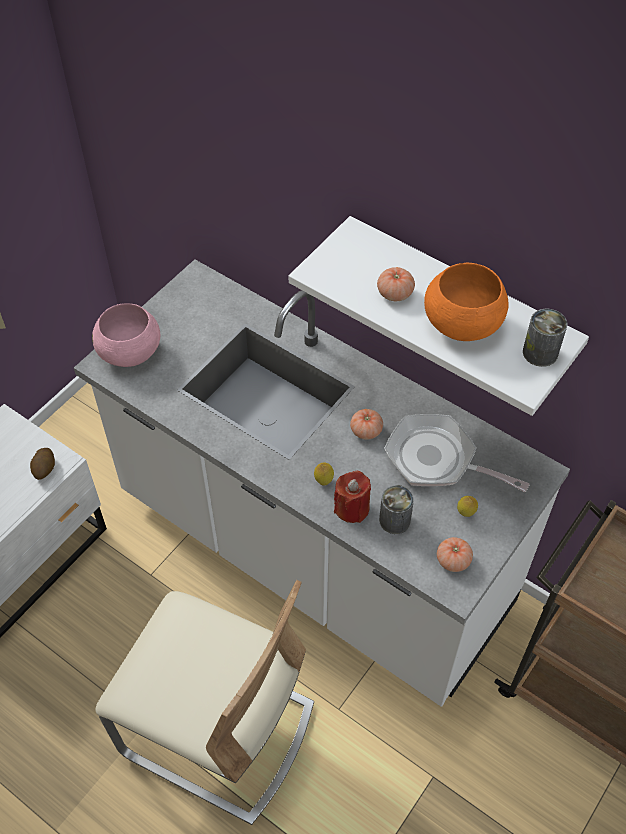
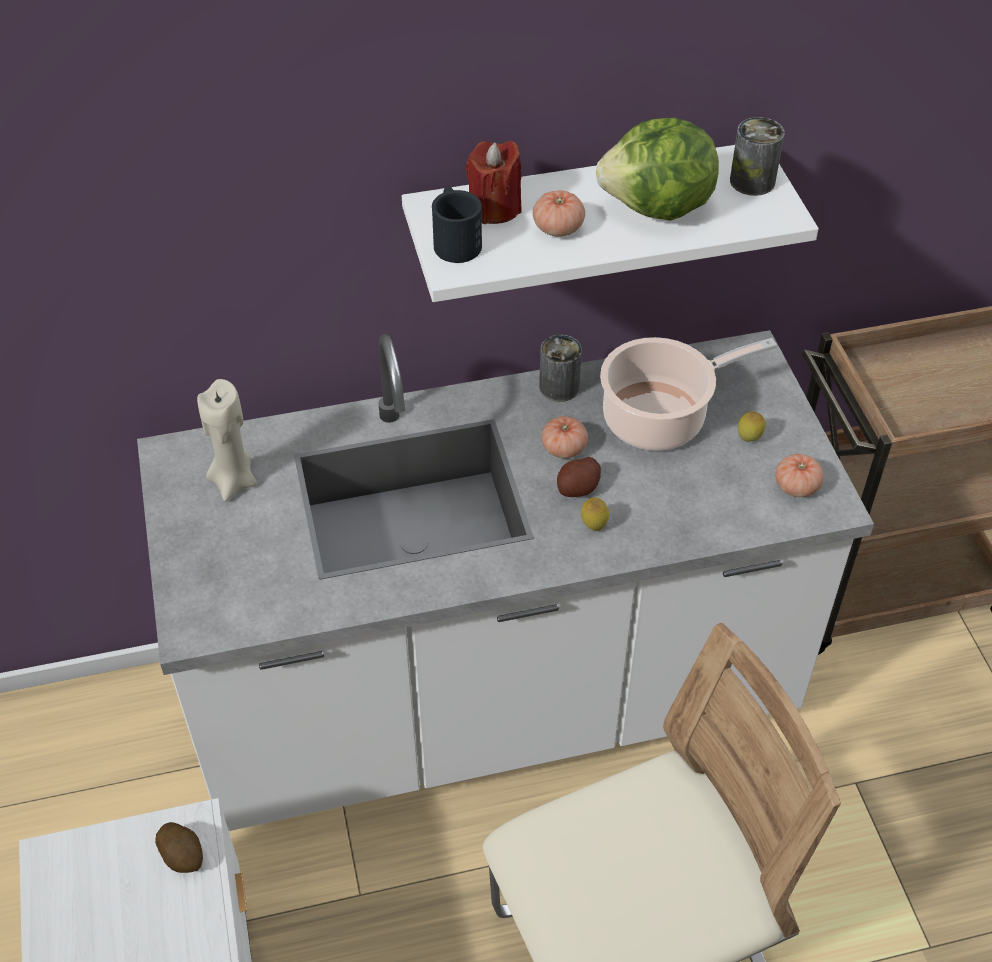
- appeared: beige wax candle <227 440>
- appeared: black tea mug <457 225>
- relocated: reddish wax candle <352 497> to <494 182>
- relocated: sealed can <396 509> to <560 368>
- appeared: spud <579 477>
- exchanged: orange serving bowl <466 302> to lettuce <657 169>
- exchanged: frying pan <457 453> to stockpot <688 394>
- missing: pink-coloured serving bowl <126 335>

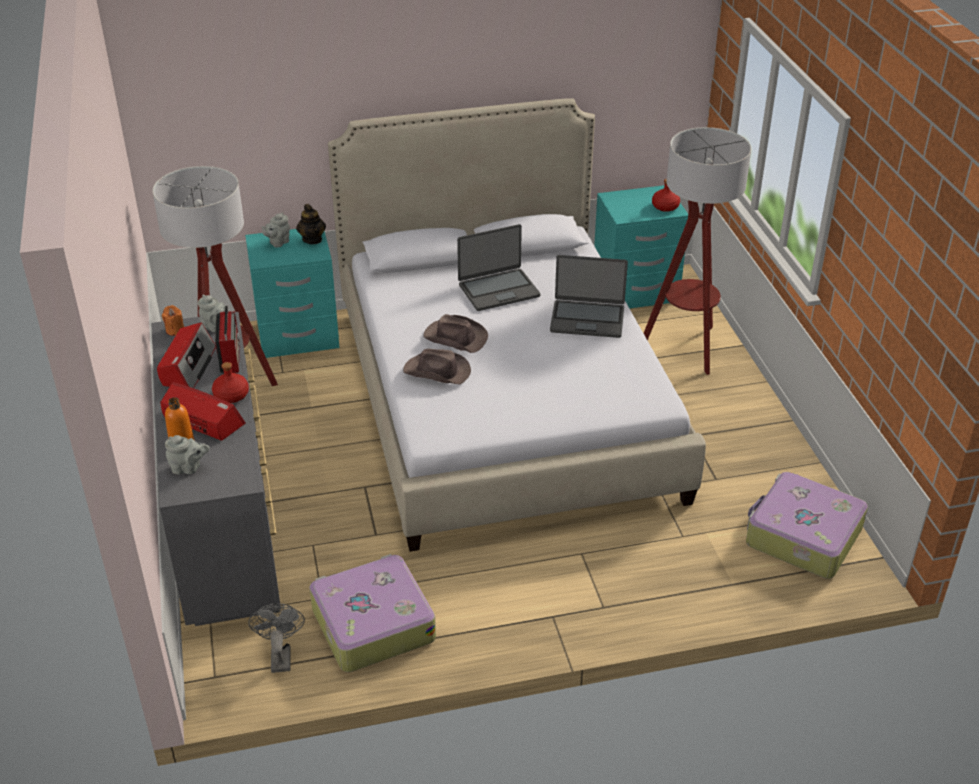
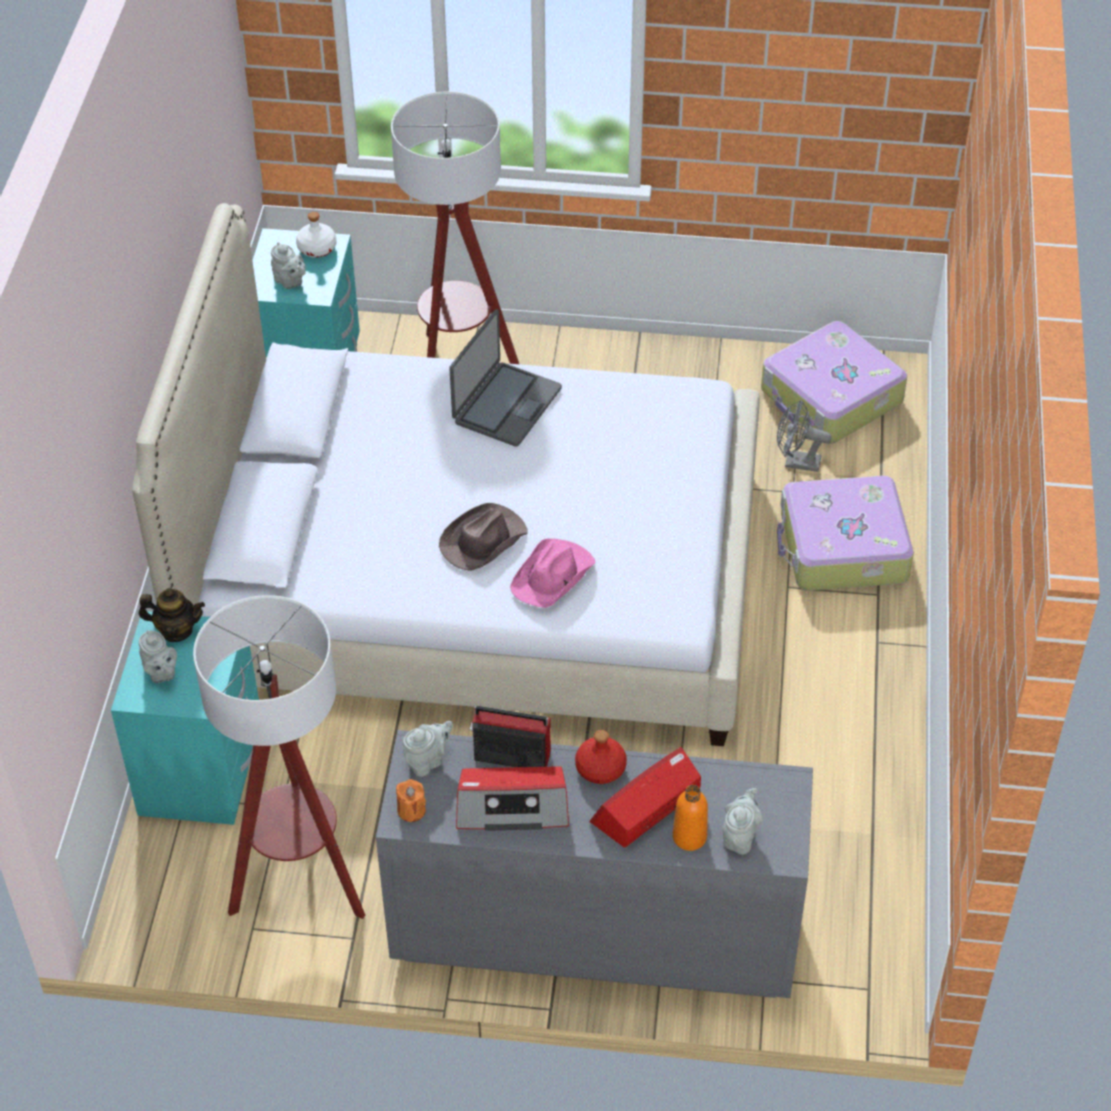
- appeared: grey pot for tea <288 265>
- colour: reddish drink bottle <666 195> to white drink bottle <316 235>
- spun: radio receiver <186 355> = <512 798> 150 degrees clockwise
- colour: brown clothing hat <437 367> to pink-coloured clothing hat <552 573>
- relocated: grey fan <276 638> to <804 436>
- relocated: travel case <372 613> to <845 533>
- missing: portable computer <498 267>

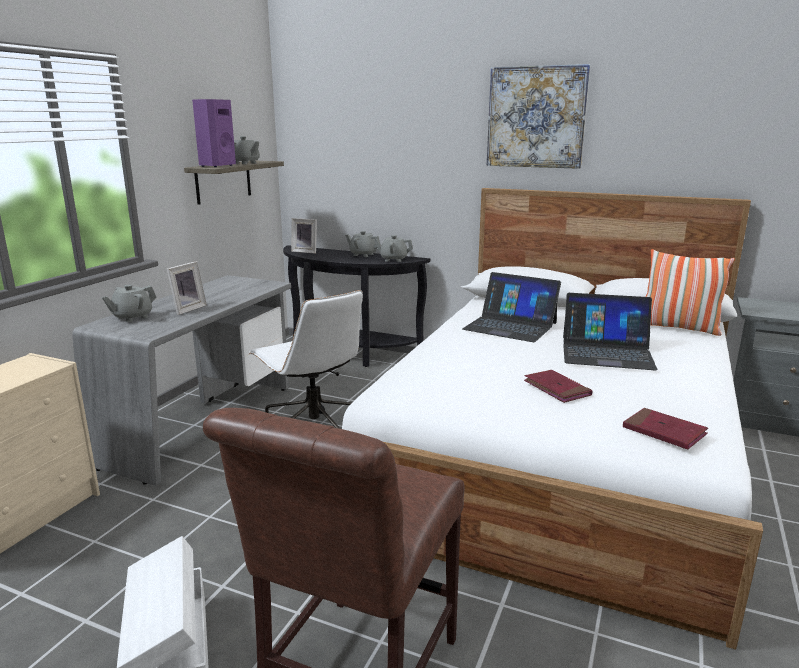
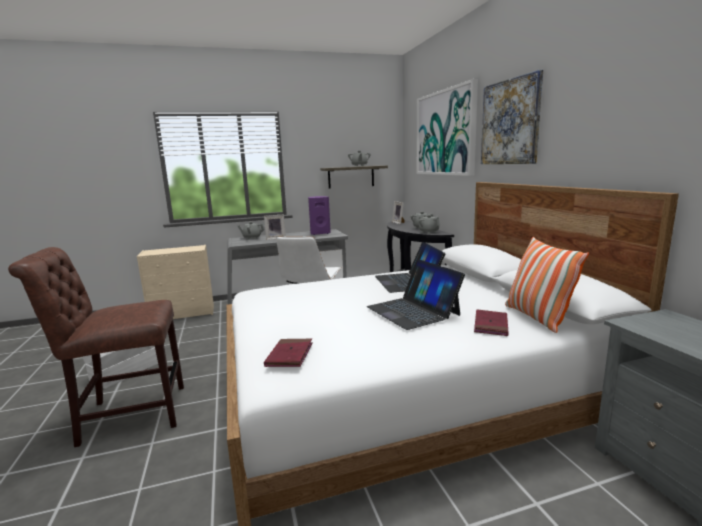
- relocated: purple-coloured loudspeaker <214 133> to <319 215>
- appeared: wall picture <447 127>
- relocated: reddish book <558 386> to <491 322>

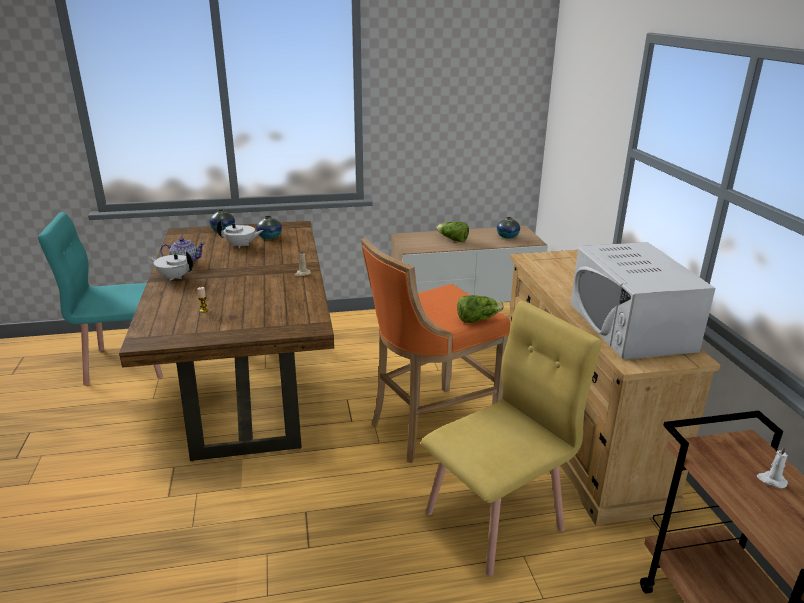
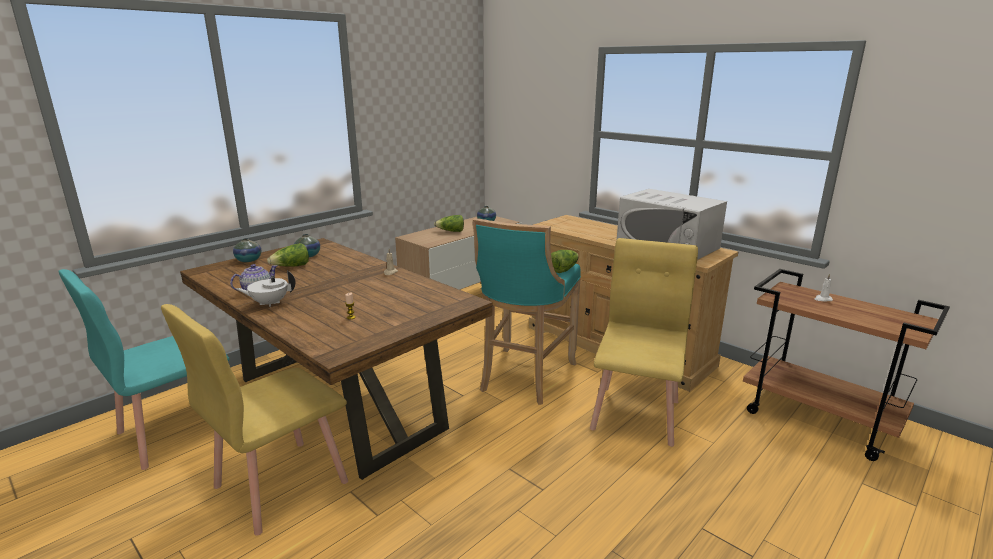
- appeared: yellow-coloured chair <254 420>
- exchanged: white pot for tea <240 234> to lettuce <288 255>
- colour: orange stool <435 350> to turquoise stool <527 311>

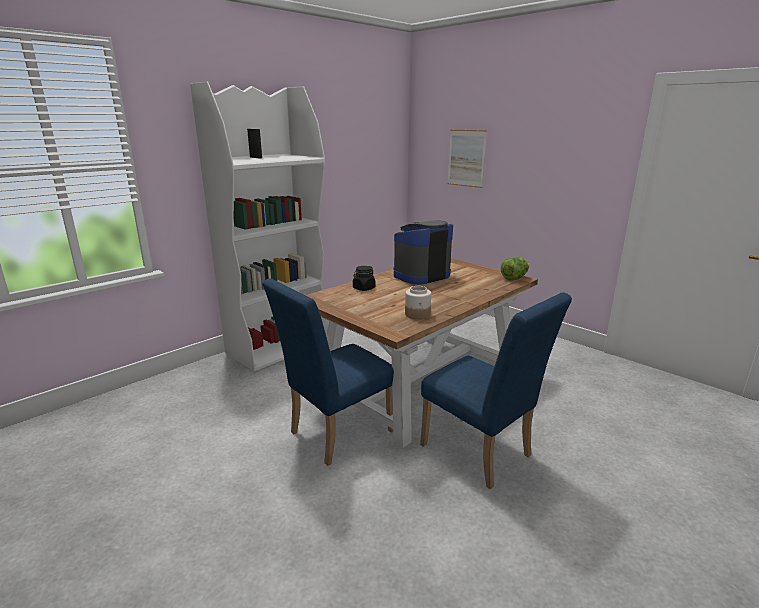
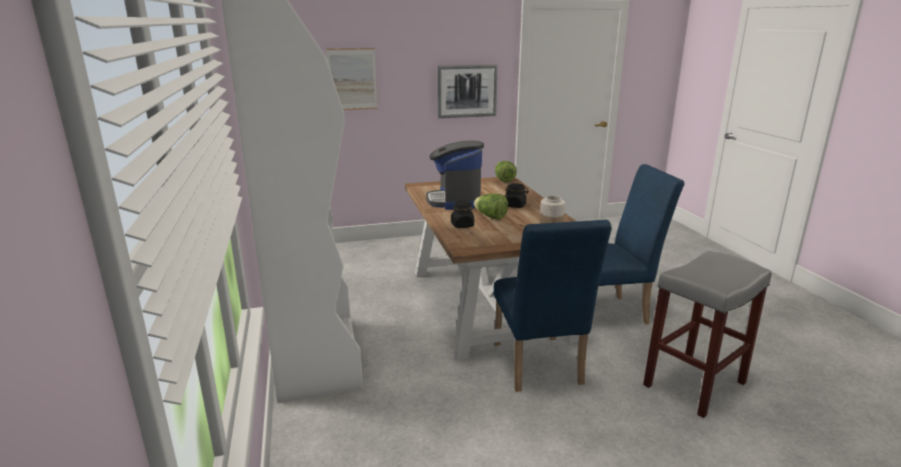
- appeared: wall picture <467 91>
- appeared: lettuce <491 207>
- appeared: black preserve jar <517 195>
- appeared: grey stool <707 334>

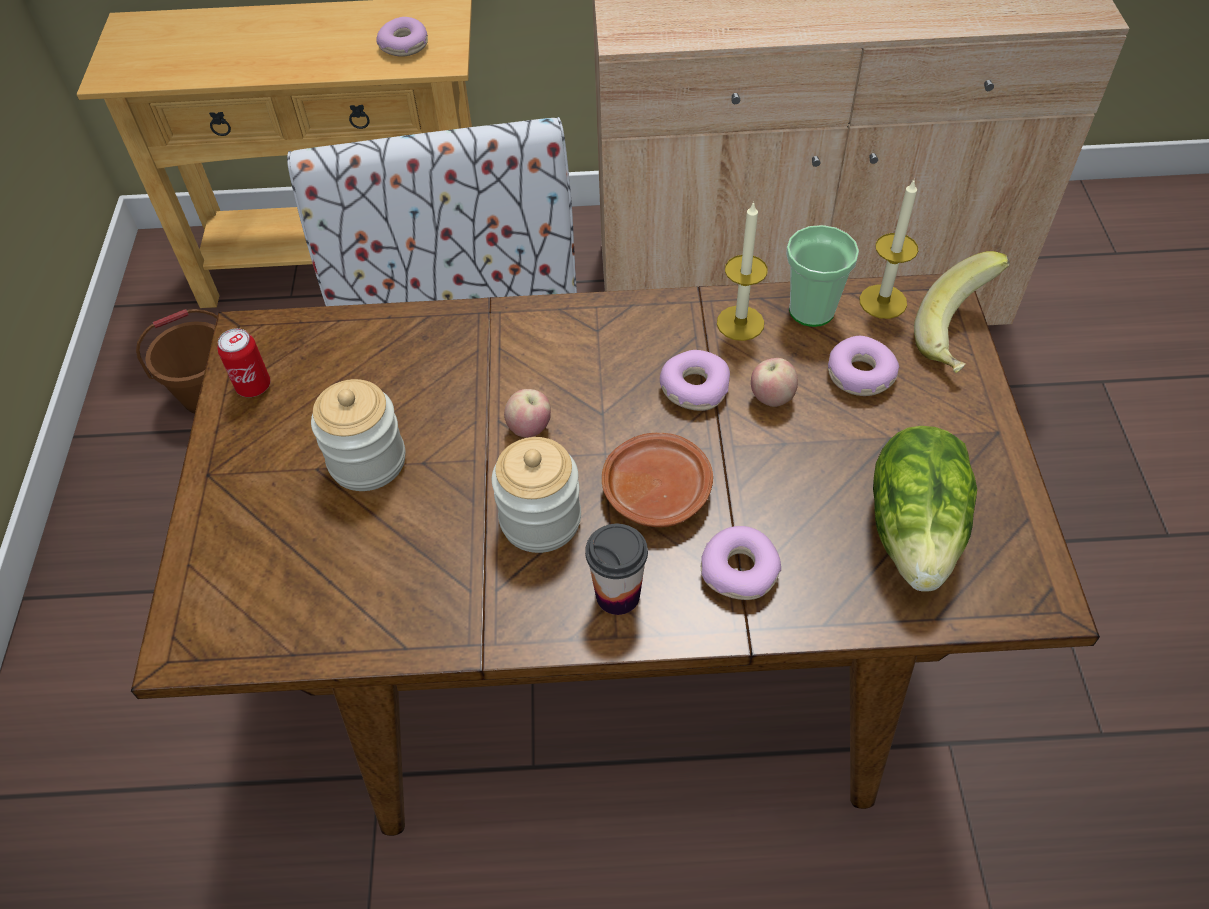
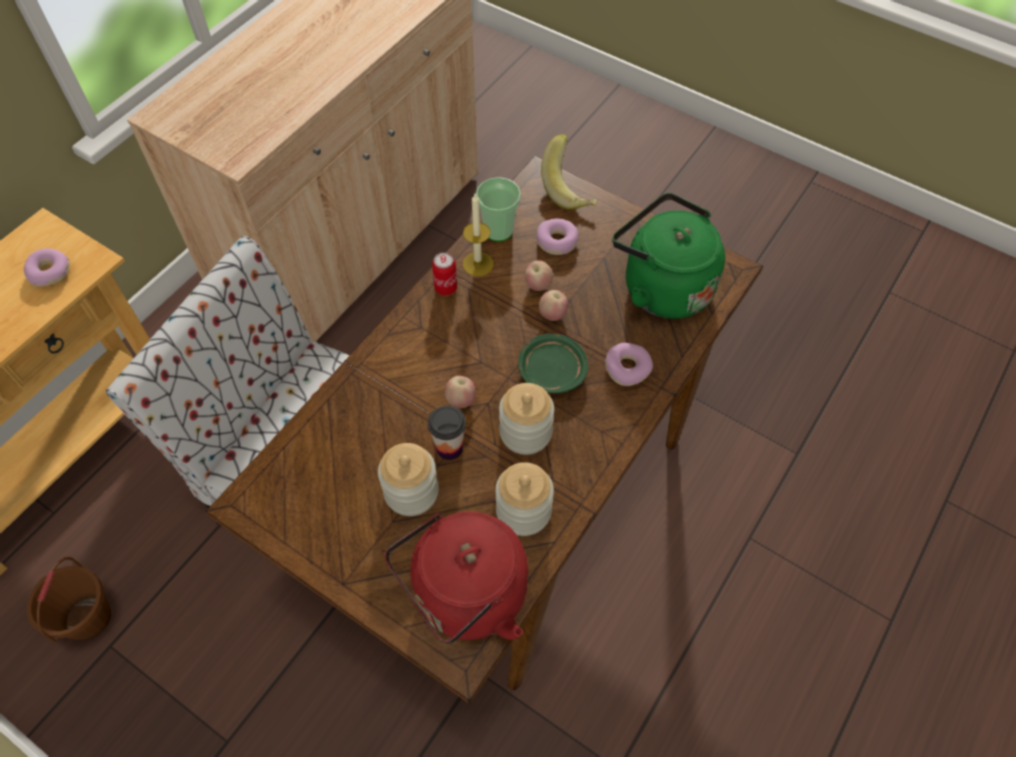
- appeared: reddish tea kettle <456 577>
- relocated: cup <616 569> to <447 433>
- relocated: sealed can <243 362> to <444 274>
- appeared: preserve jar <524 499>
- colour: brown flat dish <657 480> to green flat dish <553 364>
- appeared: apple fruit <553 305>
- exchanged: lettuce <925 509> to green tea kettle <668 256>
- missing: doughnut <695 380>
- missing: wax candle <888 249>

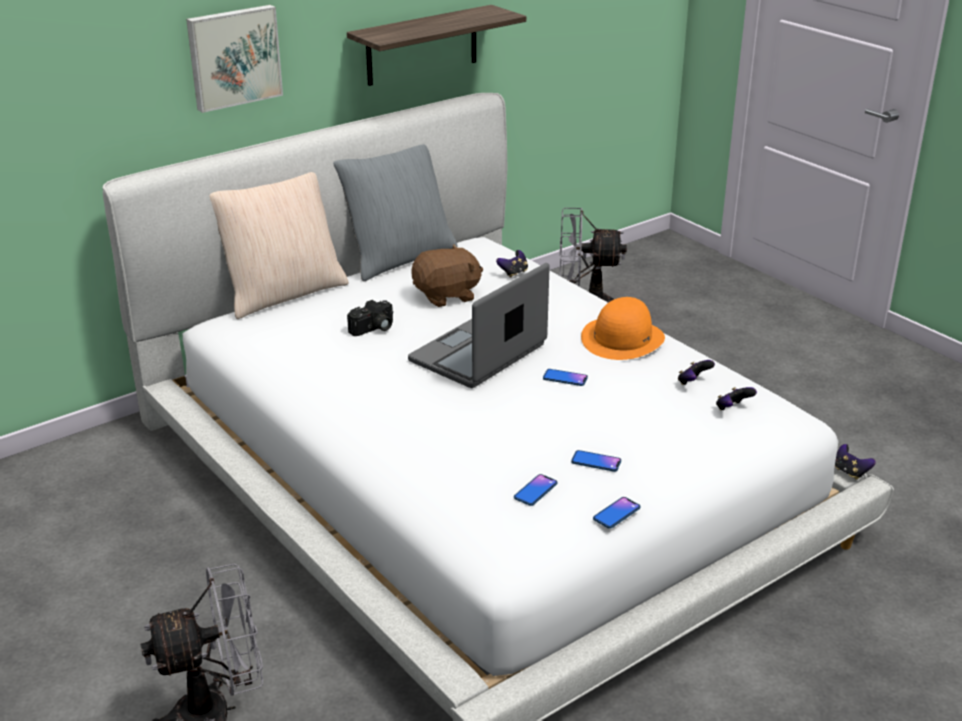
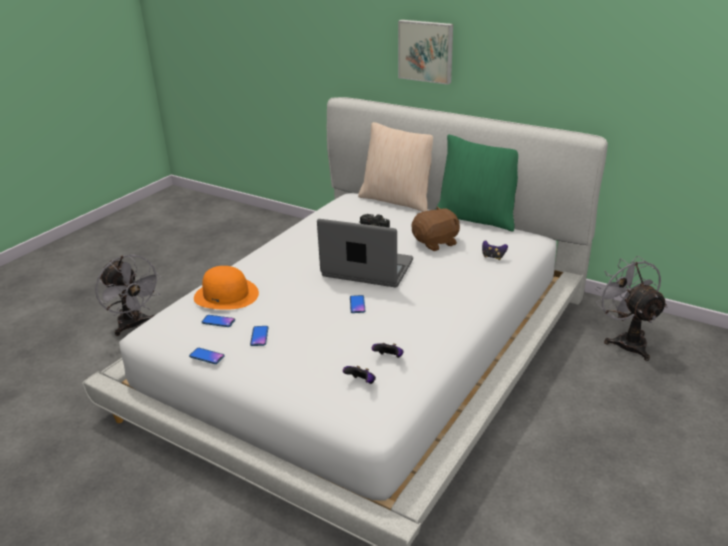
- relocated: orange clothing hat <623 328> to <226 288>
- spun: brown soft toy <447 275> = <436 229> 75 degrees counterclockwise
- colour: grey throw pillow <395 213> to green throw pillow <476 183>
- missing: shelf <436 45>
- missing: joypad <855 462>

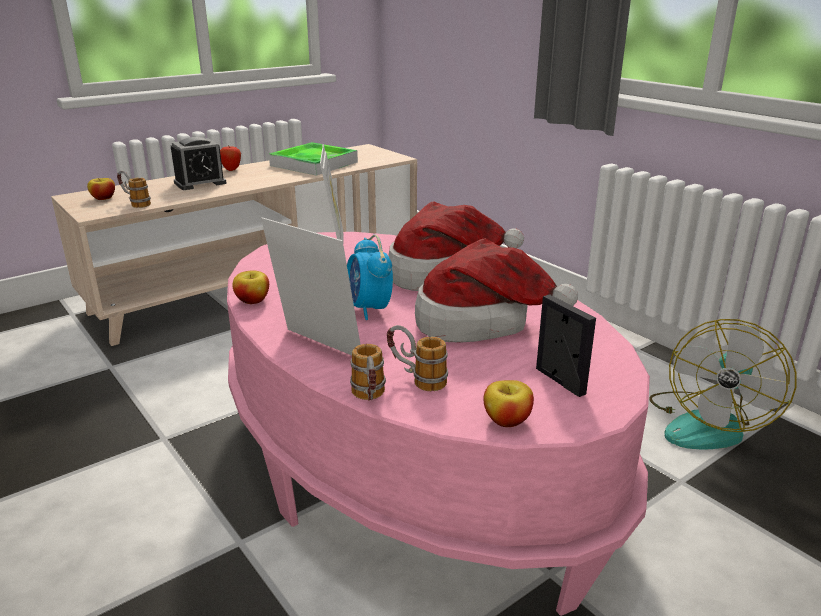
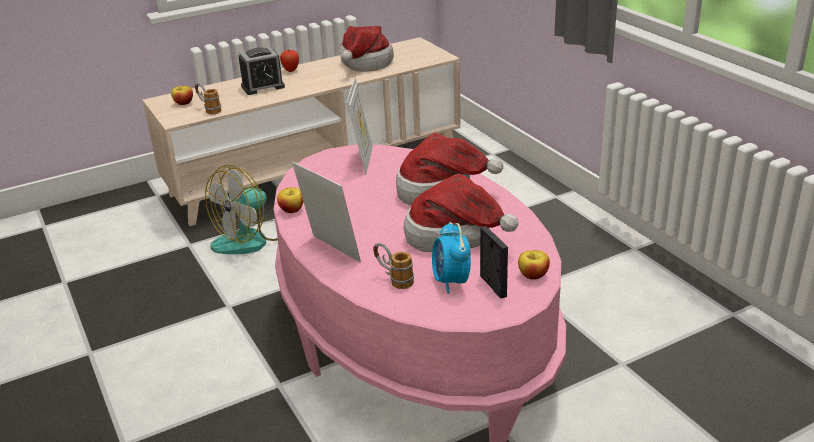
- relocated: fan <723 384> to <241 209>
- exchanged: tray <313 159> to clothing hat <367 48>
- relocated: bedside clock <370 277> to <451 258>
- relocated: apple fruit <509 403> to <534 265>
- missing: tea mug <368 372>

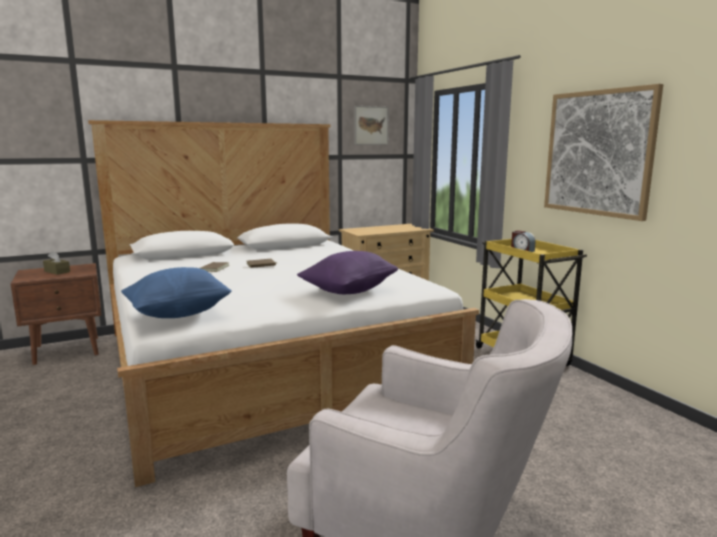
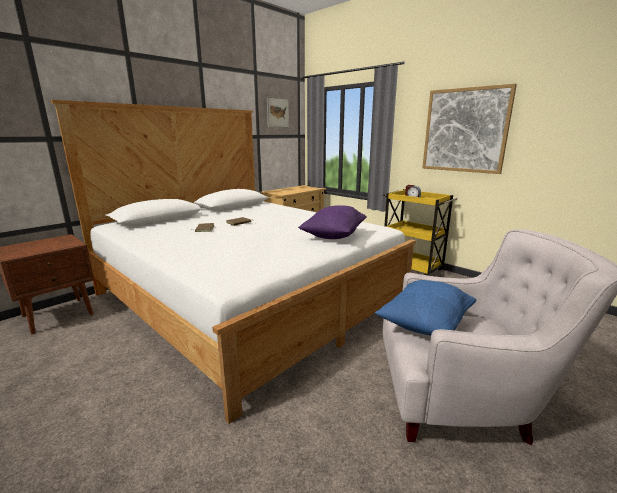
- relocated: blue throw pillow <176 292> to <425 308>
- missing: brown tissue holder <56 263>

